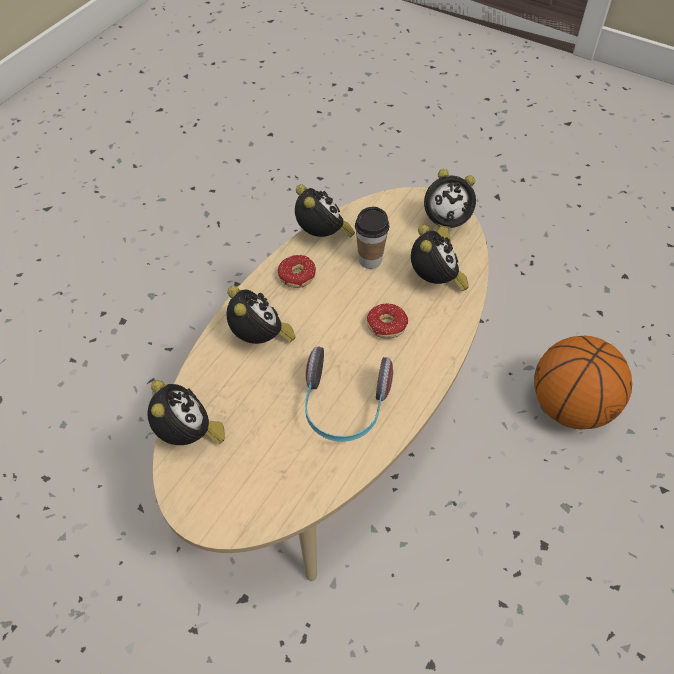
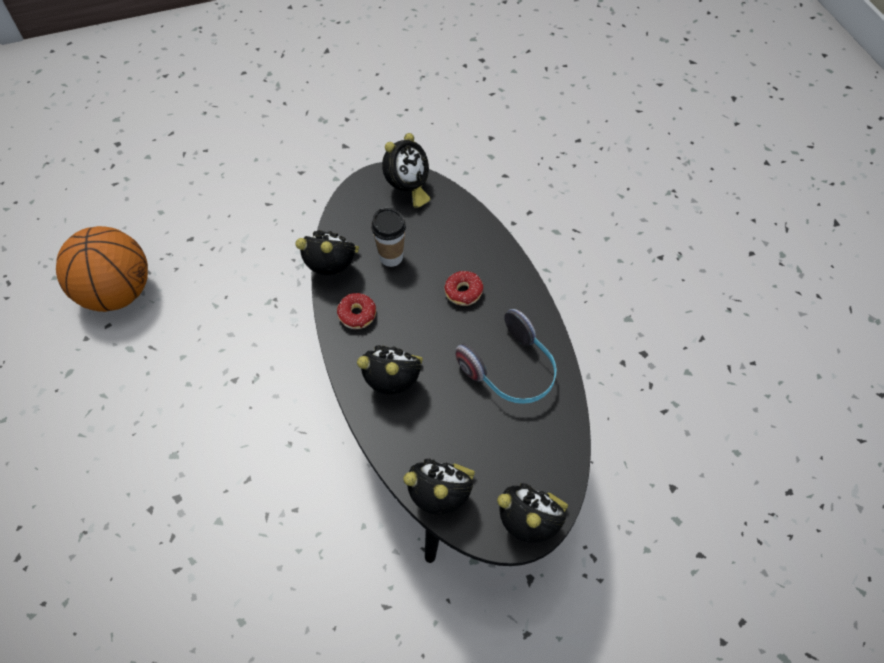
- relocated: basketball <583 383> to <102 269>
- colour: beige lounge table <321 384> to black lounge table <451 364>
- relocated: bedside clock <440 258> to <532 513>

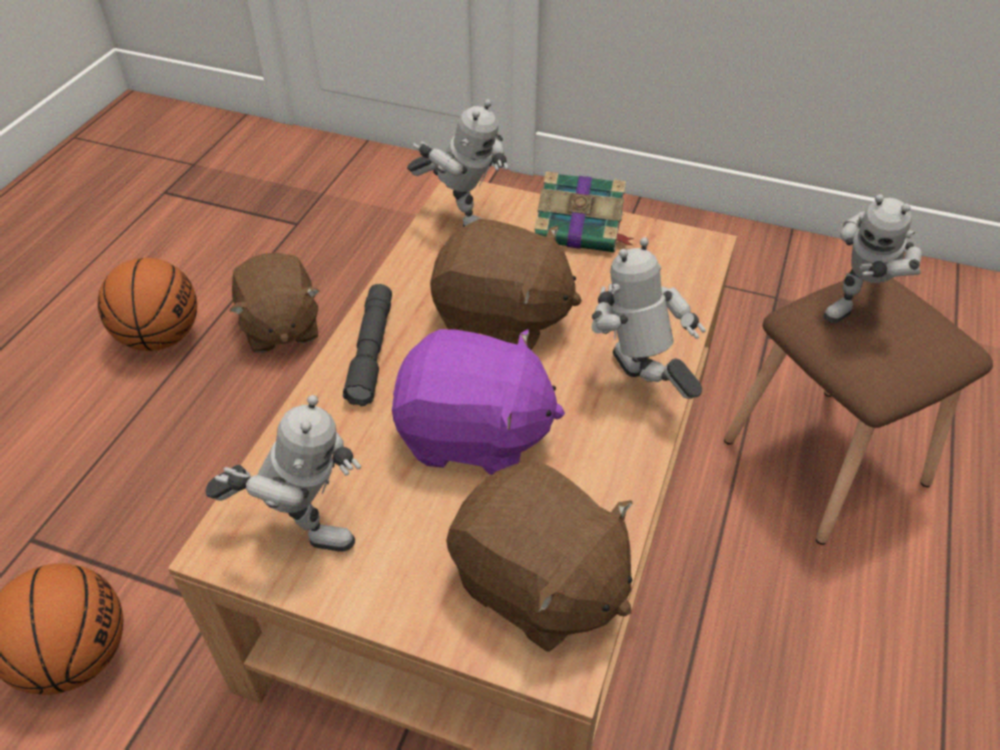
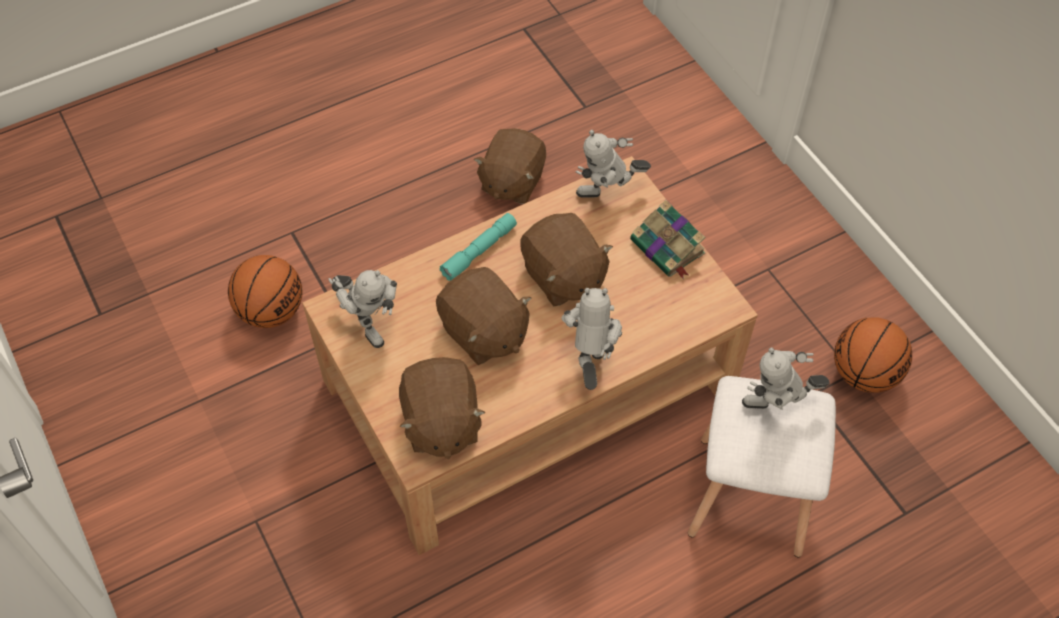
- colour: purple-coloured soft toy <478 402> to brown soft toy <483 316>
- colour: grey torch <367 345> to turquoise torch <478 247>
- spun: model robot <457 163> = <613 164> 90 degrees clockwise
- colour: brown stool <858 411> to white stool <762 466>
- relocated: basketball <147 304> to <873 355>

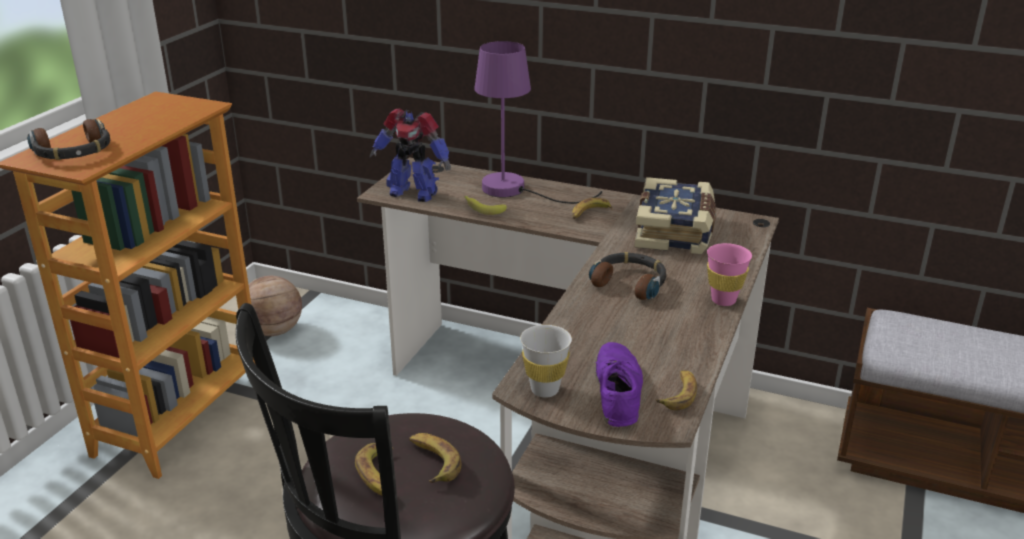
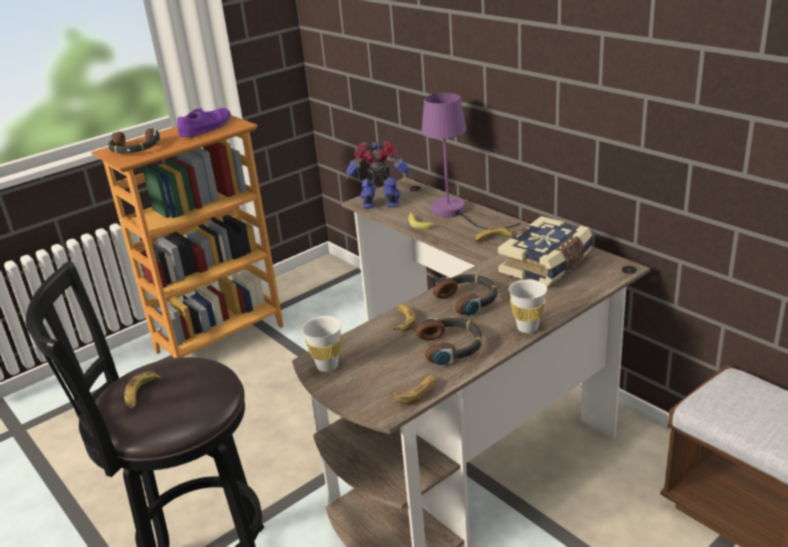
- relocated: purple-coloured item of footwear <619 384> to <204 122>
- spun: model robot <410 155> = <379 174> 135 degrees clockwise
- relocated: whole banana <435 458> to <404 318>
- appeared: pair of headphones <449 341>
- colour: pink-coloured cup <729 274> to white cup <528 306>
- missing: basketball <275 306>

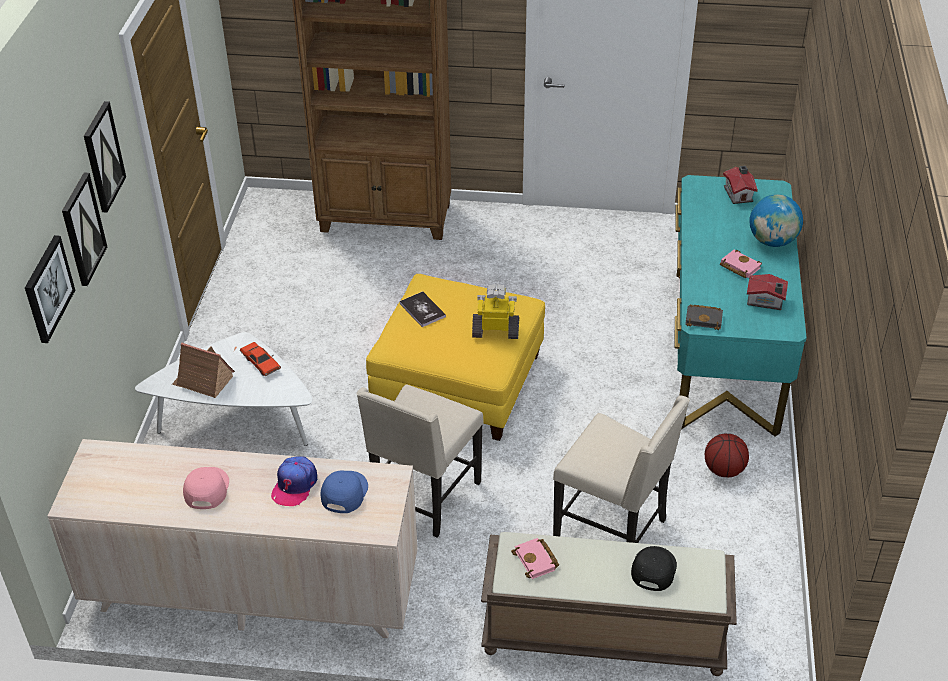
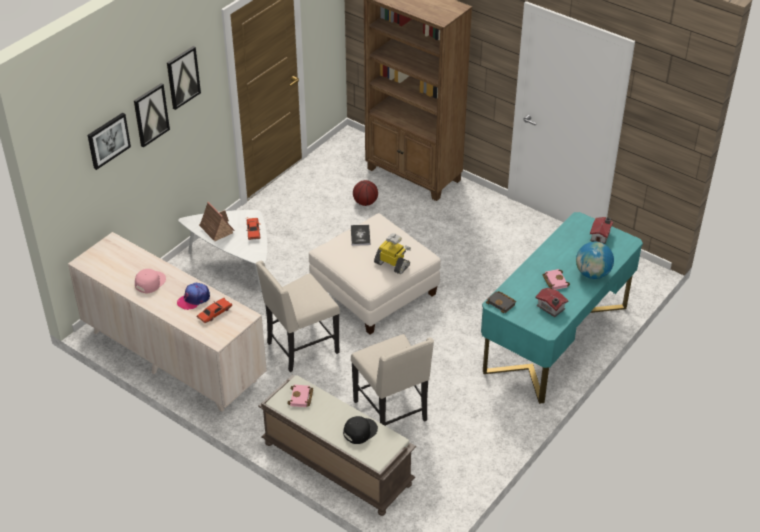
- exchanged: blue baseball cap <344 492> to reddish model car <214 311>
- colour: yellow-coloured pouffe <455 357> to white pouffe <375 274>
- relocated: basketball <727 455> to <365 193>

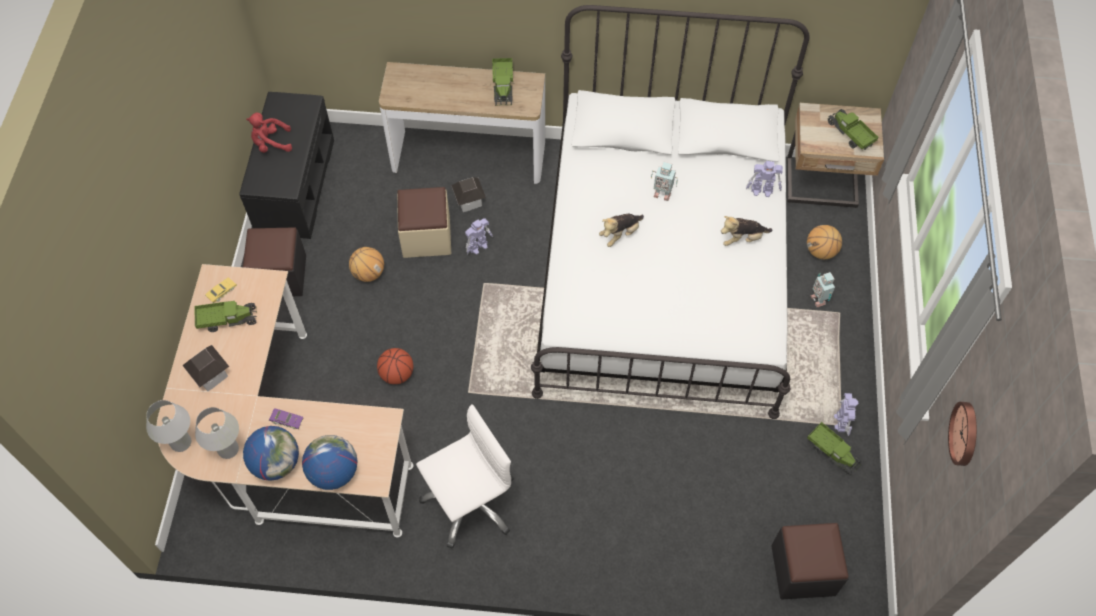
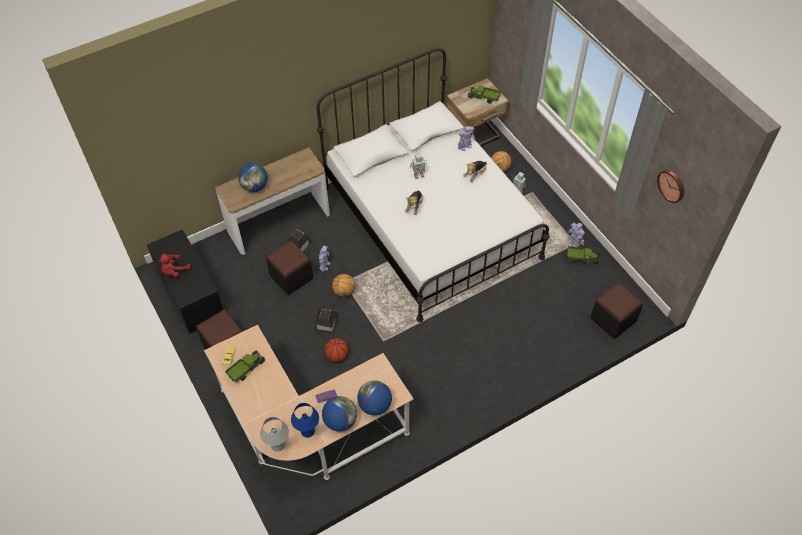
- appeared: globe <253 177>
- colour: beige pouffe <424 222> to black pouffe <289 268>
- colour: white table lamp <217 433> to blue table lamp <305 420>
- relocated: toy house <205 368> to <325 319>
- relocated: basketball <366 264> to <343 285>
- missing: white desk chair <465 476>
- missing: model truck <502 82>

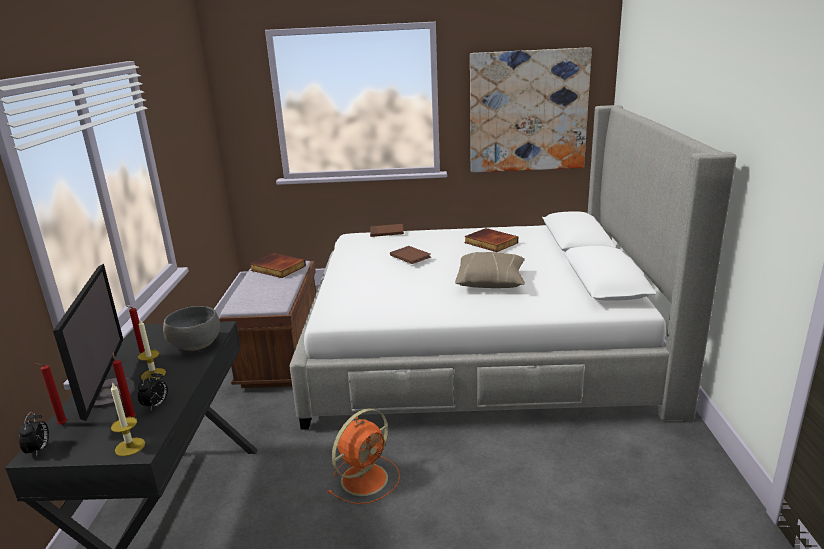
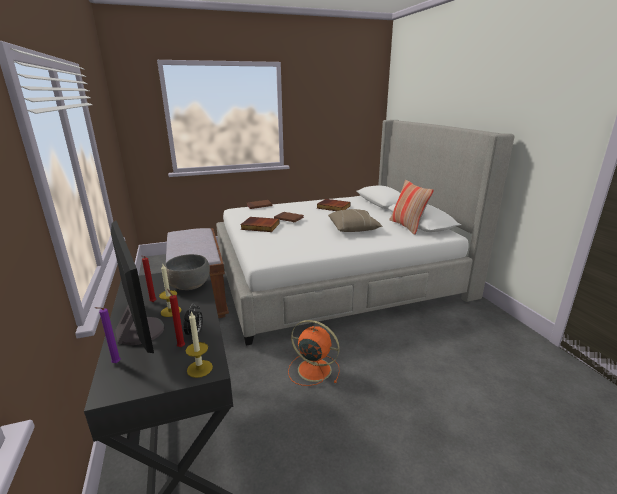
- colour: reddish wax candle <50 394> to purple-coloured wax candle <108 335>
- relocated: book <278 265> to <260 224>
- spun: orange fan <363 456> = <314 353> 90 degrees counterclockwise
- appeared: throw pillow <411 207>
- missing: bedside clock <34 434>
- missing: wall picture <531 110>

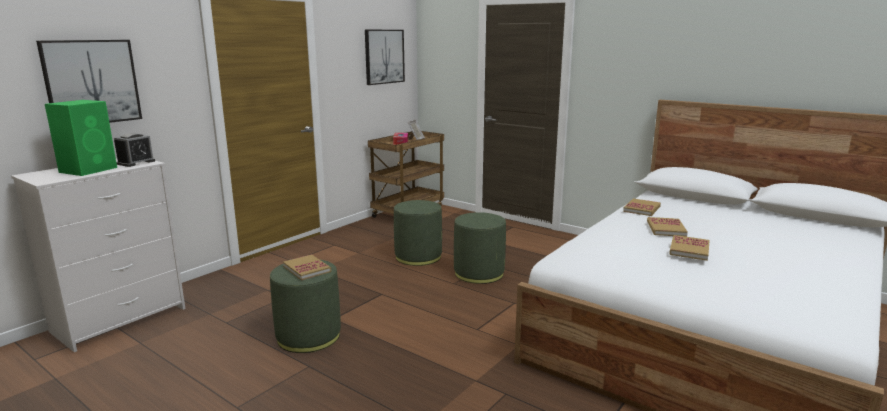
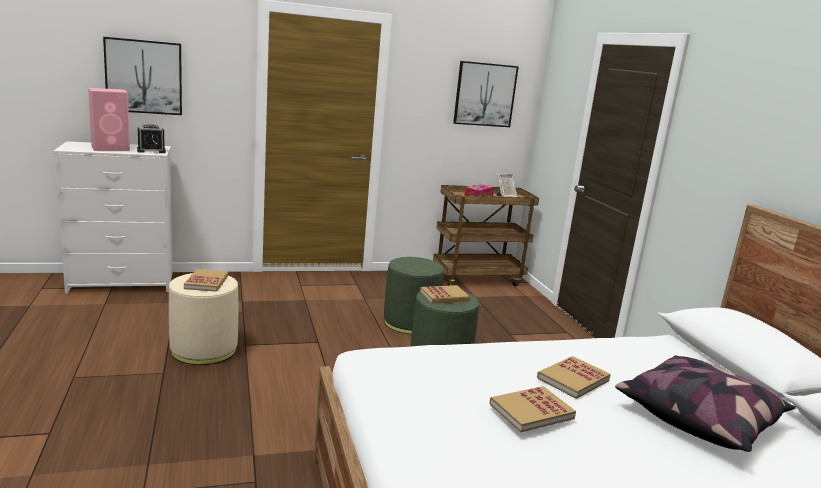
- colour: green loudspeaker <81 138> to pink-coloured loudspeaker <109 119>
- colour: green pouffe <305 306> to beige pouffe <203 319>
- relocated: book <642 207> to <445 294>
- appeared: throw pillow <705 404>

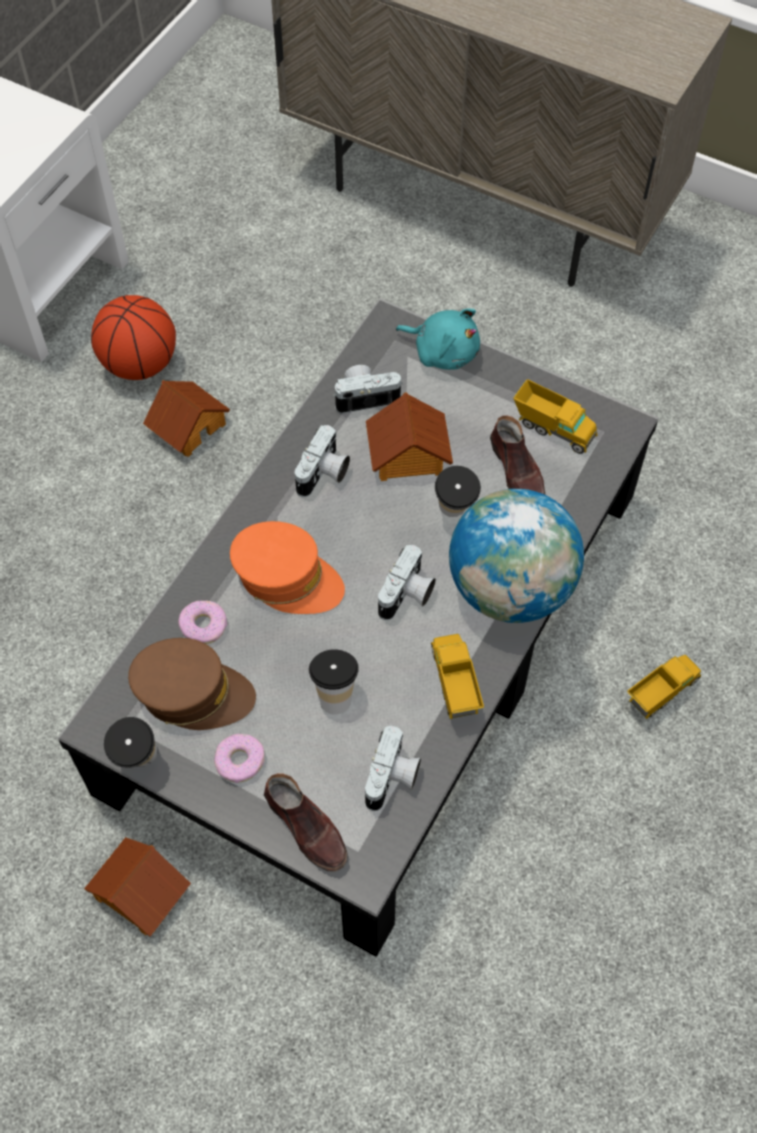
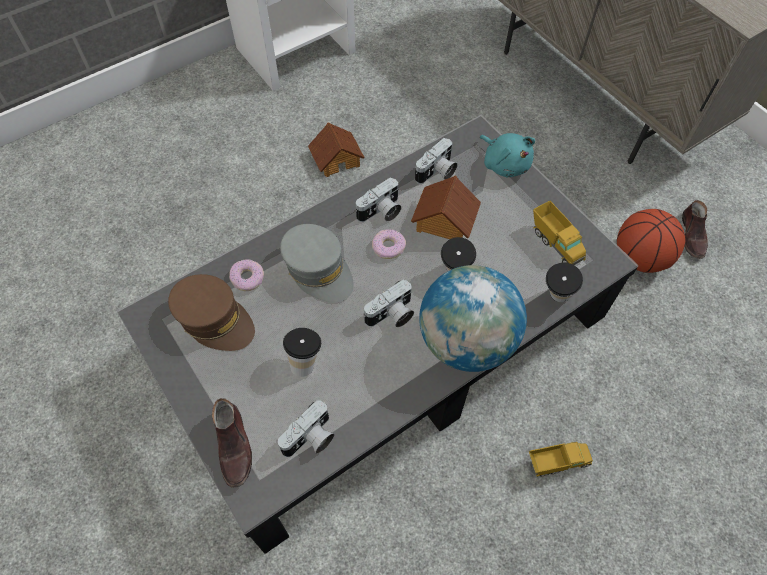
- colour: orange baseball cap <287 567> to grey baseball cap <317 263>
- relocated: doughnut <239 758> to <389 244>
- spun: photo camera <368 389> = <436 161> 120 degrees clockwise
- relocated: cup <131 742> to <564 282>
- relocated: basketball <133 337> to <651 241>
- relocated: brown item of footwear <517 455> to <695 229>
- missing: toy house <137 886>
- missing: model truck <457 676>

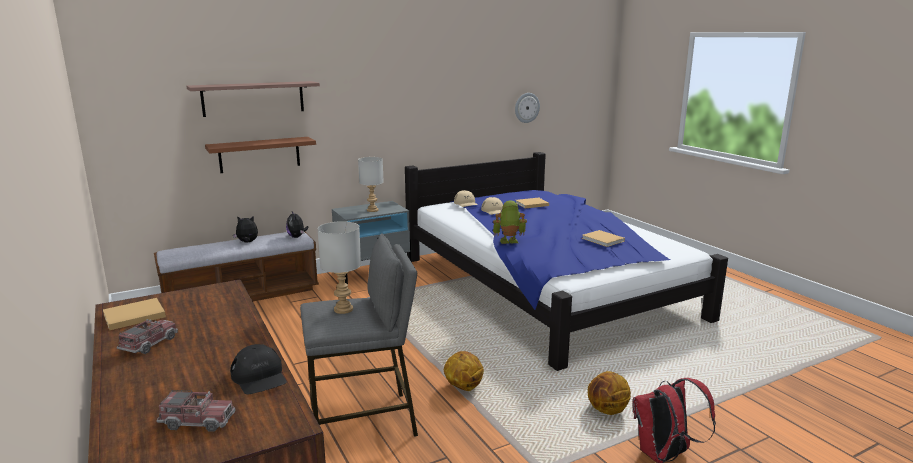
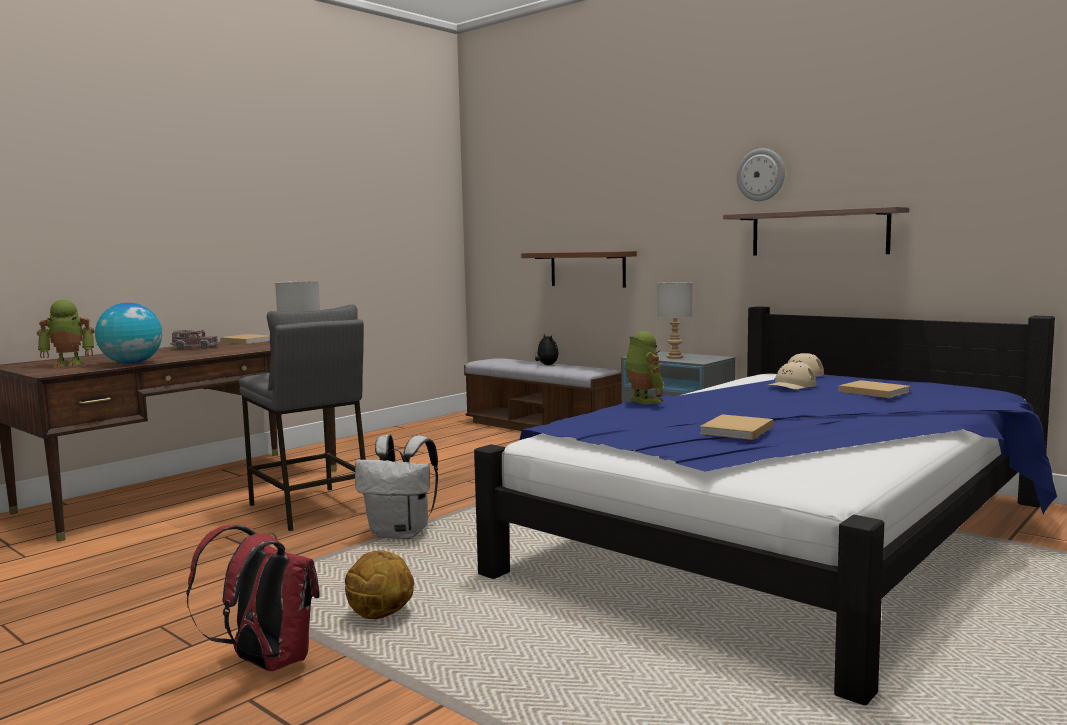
- exchanged: model truck <196 411> to model robot <65 333>
- exchanged: black baseball cap <258 369> to globe <129 333>
- exchanged: basketball <464 371> to white rucksack <396 487>
- relocated: shelf <253 99> to <816 231>
- relocated: clock on the wall <527 108> to <761 174>
- missing: soft toy <297 224>

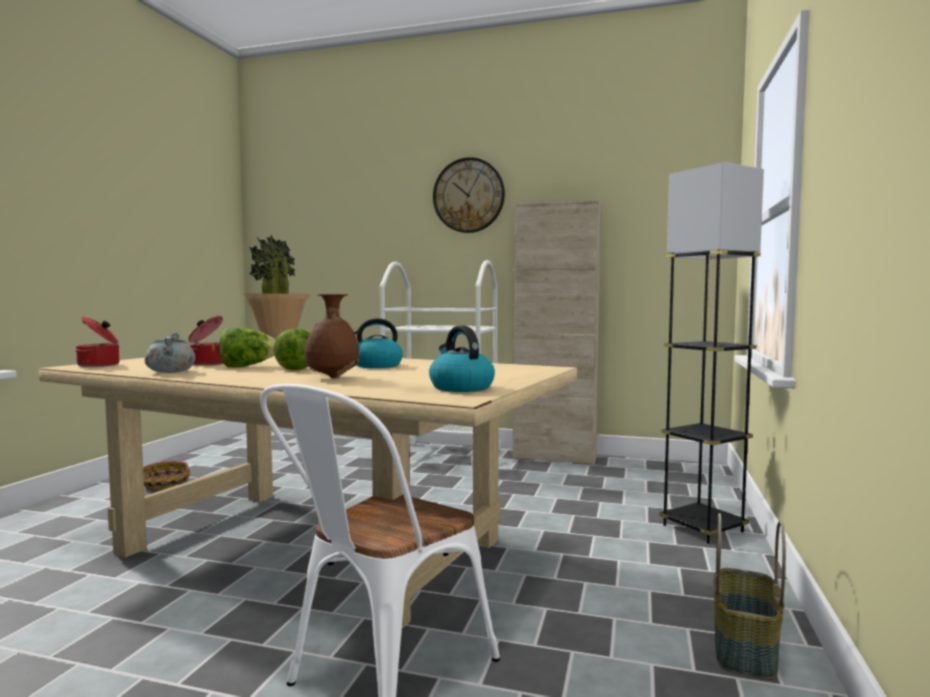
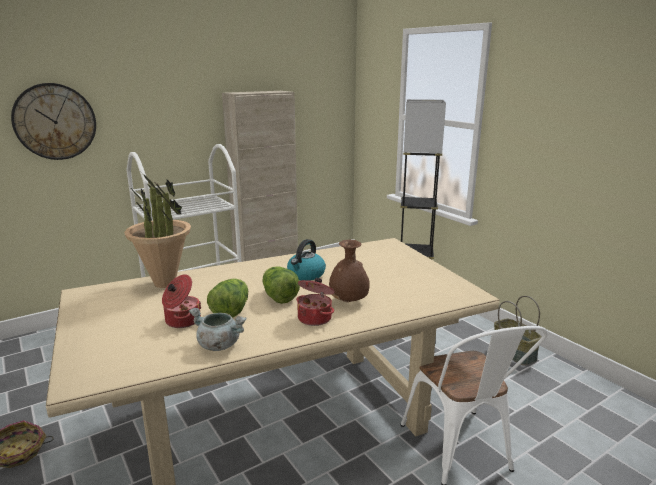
- relocated: clock on the wall <469 195> to <53 121>
- relocated: stockpot <97 341> to <315 302>
- missing: tea kettle <462 359>

